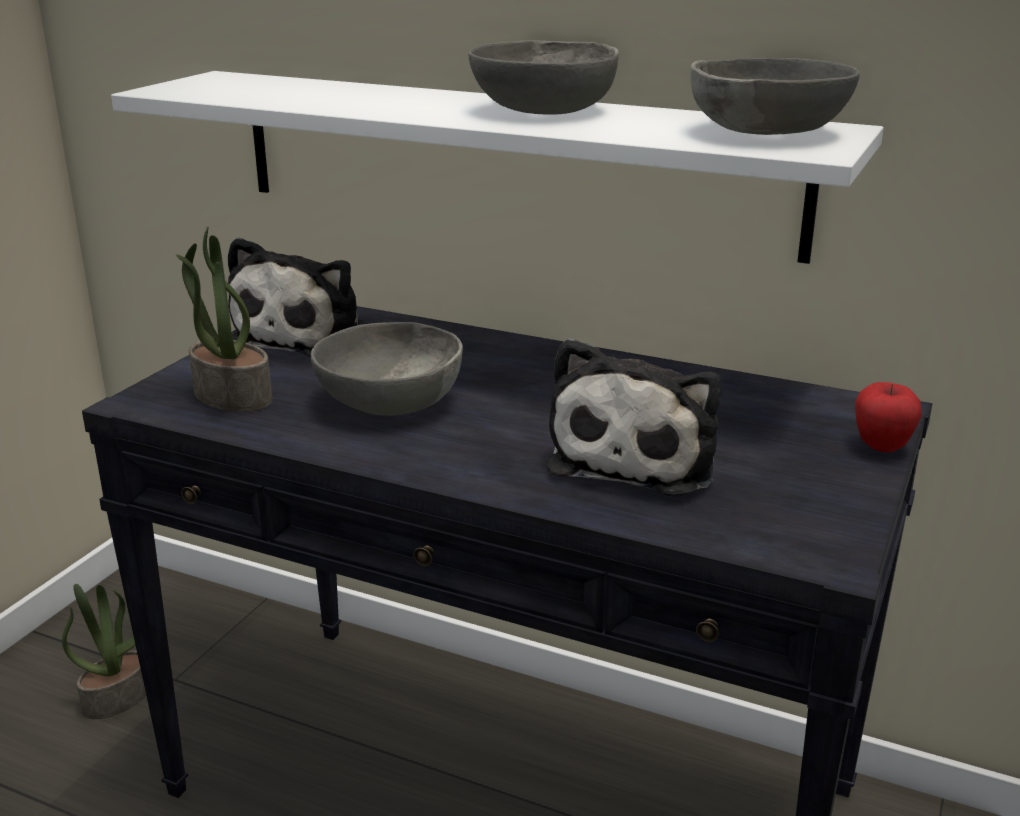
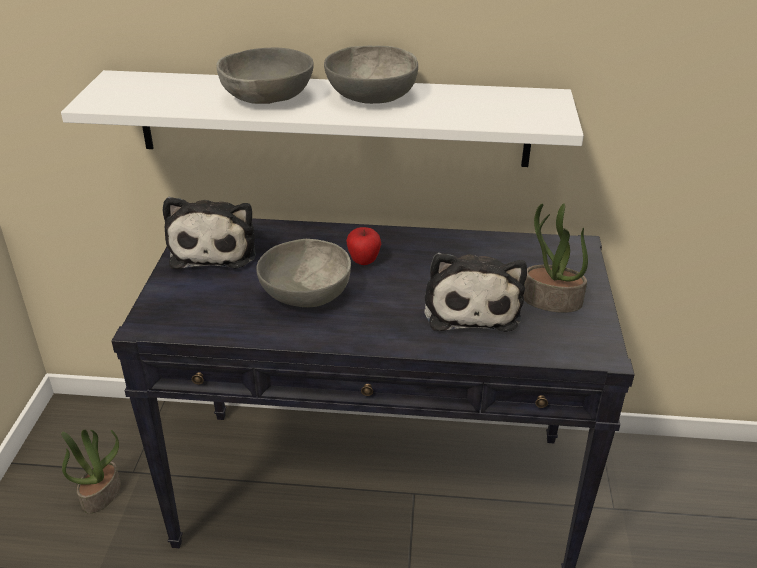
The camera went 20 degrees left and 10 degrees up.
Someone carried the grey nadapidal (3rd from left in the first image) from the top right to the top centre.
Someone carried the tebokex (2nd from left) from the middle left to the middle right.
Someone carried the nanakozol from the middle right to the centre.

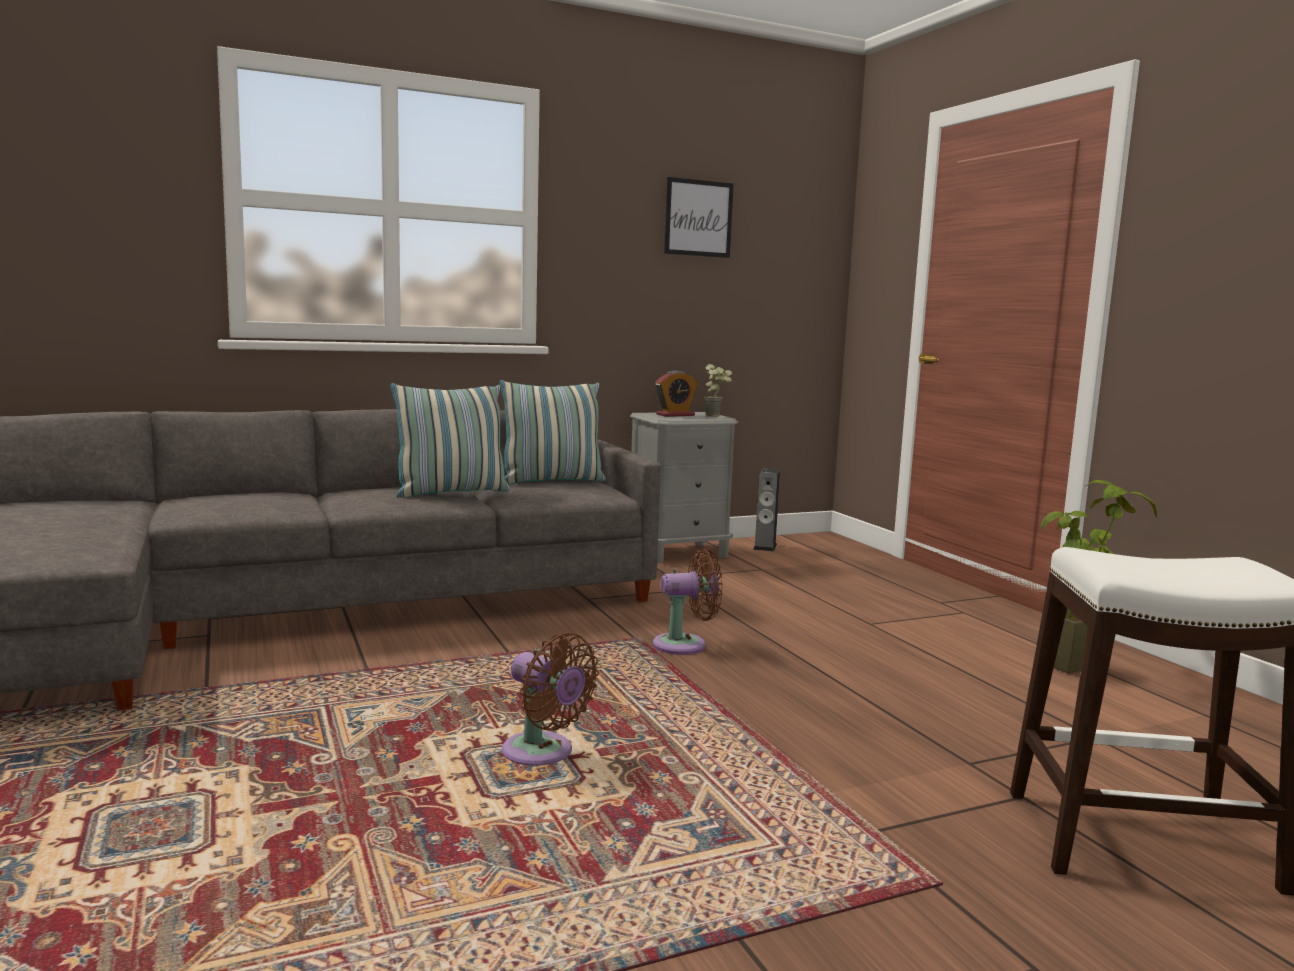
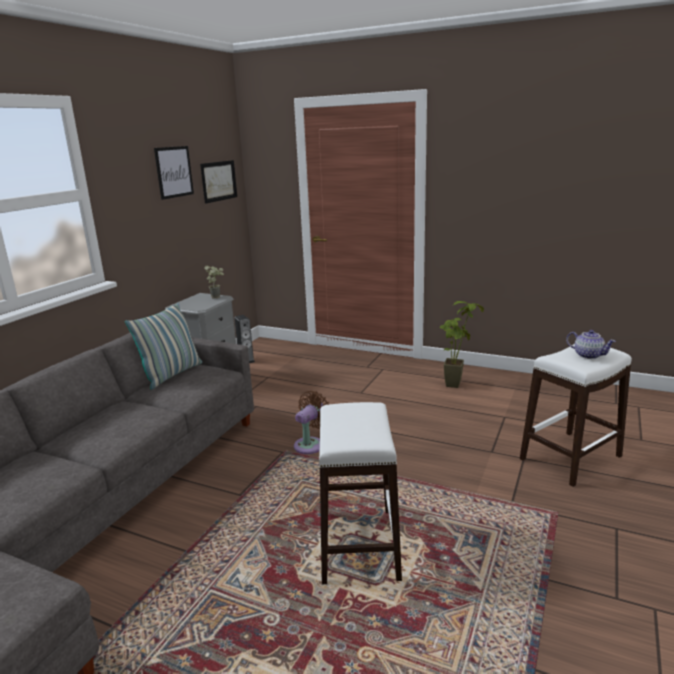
The camera went 40 degrees left and 10 degrees up.
Someone took away the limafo at the centre.
Someone took away the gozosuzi (1st from left) at the centre.
Someone swapped the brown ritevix (1st from left) at the bottom centre for the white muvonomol (1st from left) at the bottom centre.
Someone put up the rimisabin (2nd from left) at the top left.
Someone put down the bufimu at the middle right.

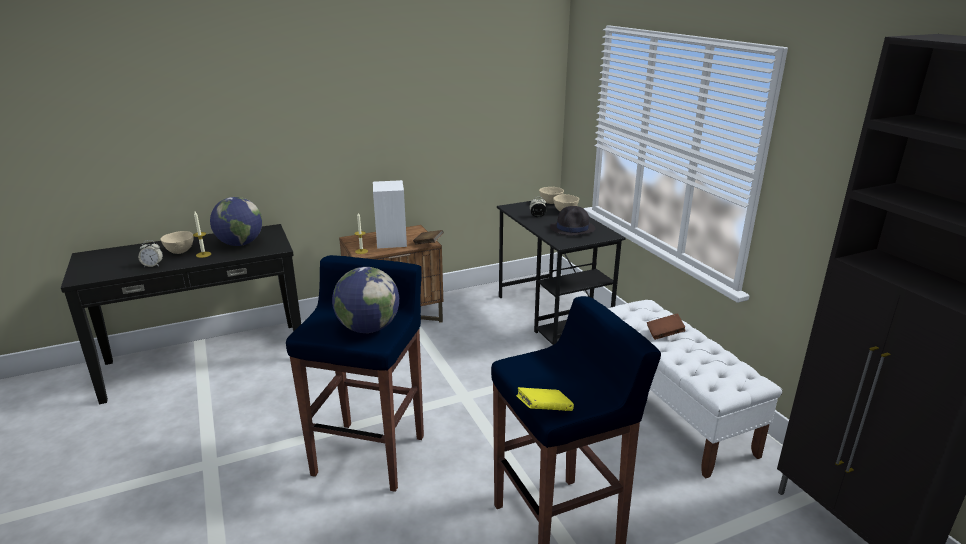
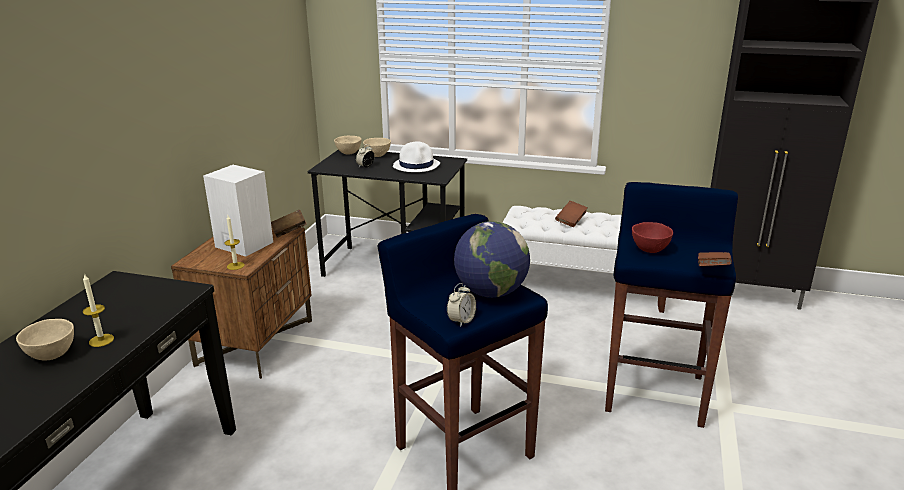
The camera went 50 degrees left and 0 degrees up.
Someone took away the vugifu (1st from left) at the middle left.
Someone repainted the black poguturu at the centre, which became the white poguturu at the top centre.
Someone carried the limafo (1st from left in the first image) from the middle left to the centre.
Someone repainted the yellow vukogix at the bottom centre, which became the brown vukogix (3rd from left) at the middle right.
Someone put down the red nadapidal at the middle right.

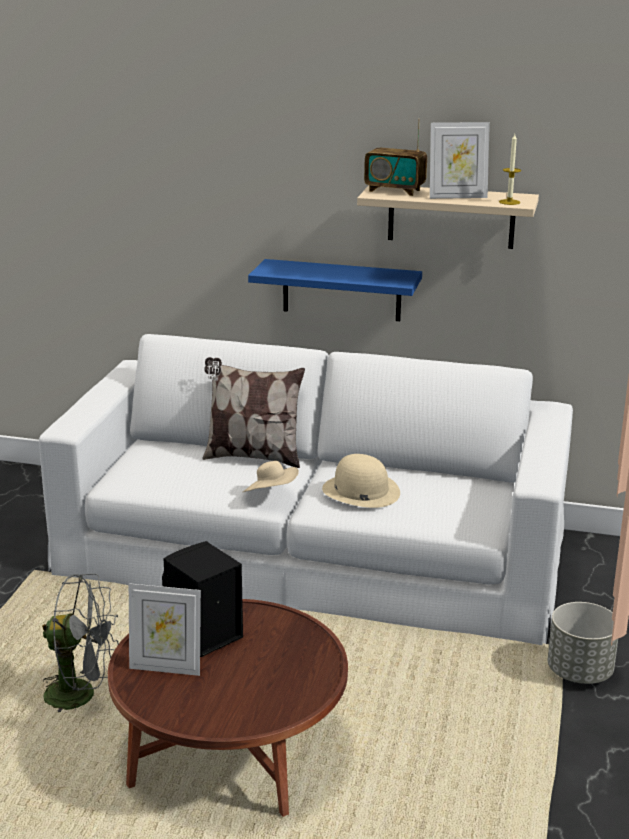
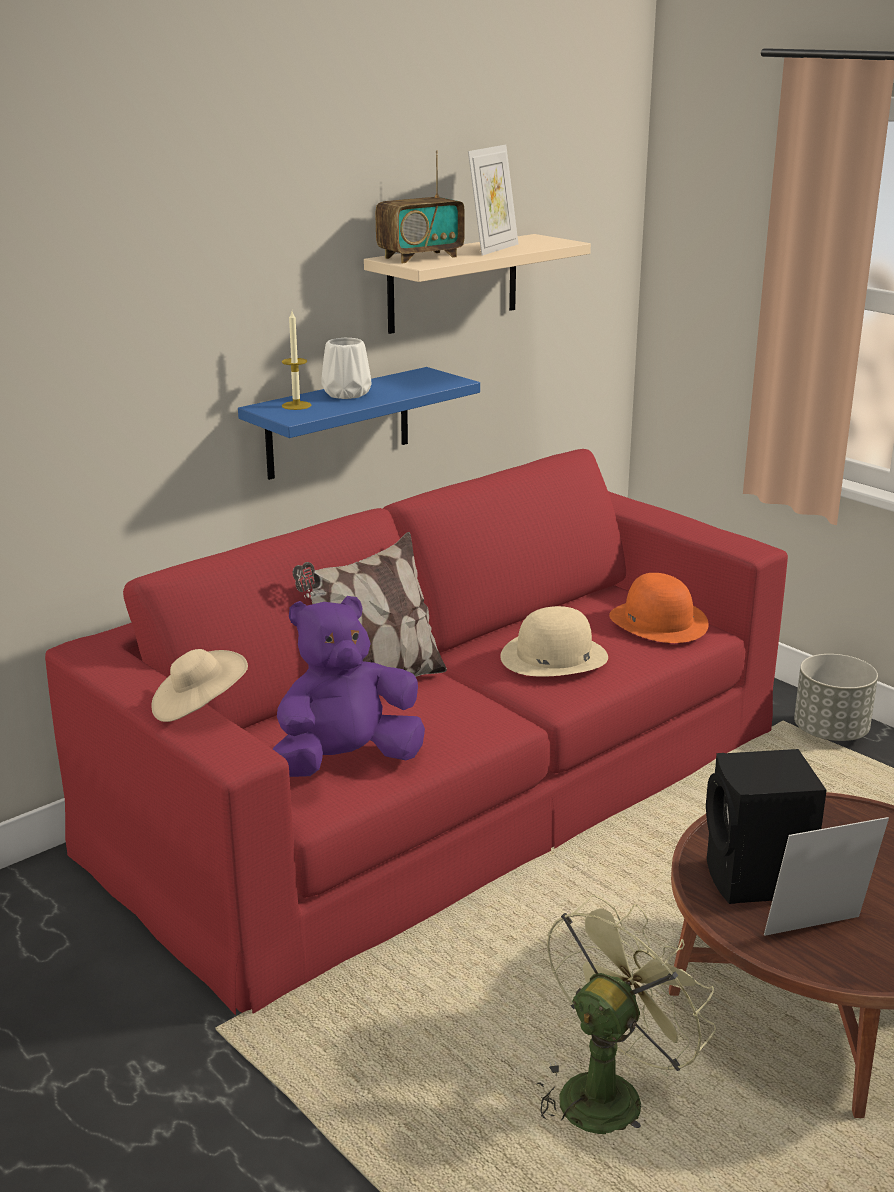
The camera went 55 degrees left and 0 degrees up.
Someone carried the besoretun from the top right to the top left.
Someone repainted the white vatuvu at the centre, which became the red vatuvu at the centre.
Someone carried the beige poguturu (1st from left) from the centre to the middle left.
Someone repainted the grey ritevix at the bottom left, which became the green ritevix at the bottom right.
Someone rotated the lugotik (1st from left in the first image) at the bottom left by 150 degrees counterclockwise.
Someone put down the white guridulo at the top centre.
Someone put down the orange poguturu at the middle right.
Someone put down the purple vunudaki at the centre.

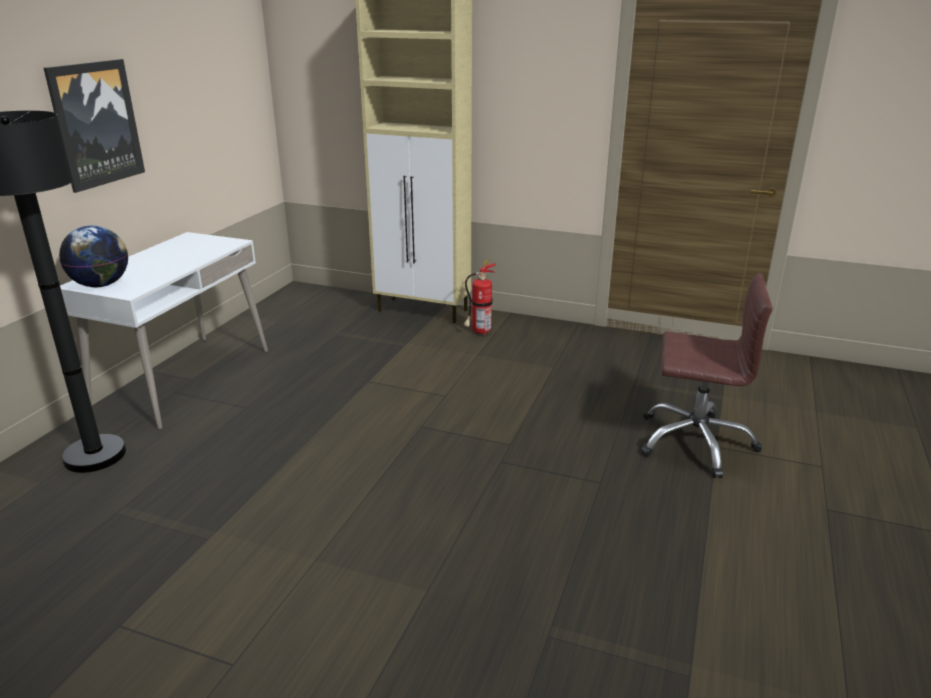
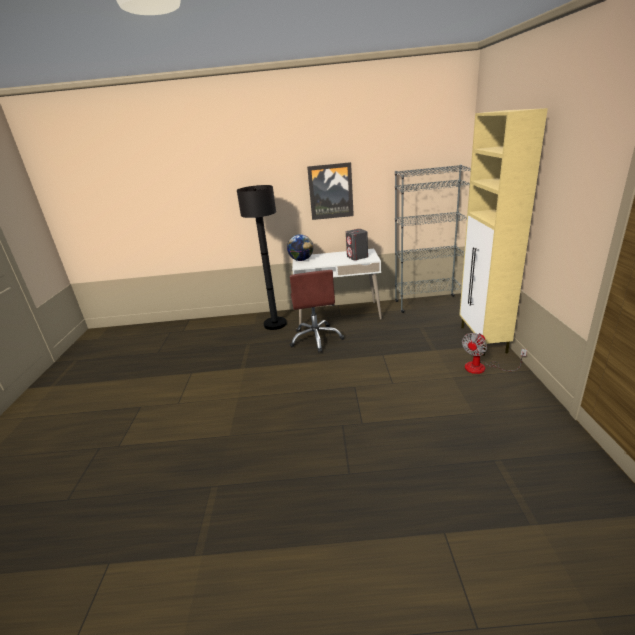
The camera went 70 degrees right and 0 degrees up.
Someone swapped the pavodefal at the centre for the ritevix at the middle right.
Someone carried the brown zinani from the middle right to the centre.
Someone put down the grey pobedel at the middle right.
Someone put down the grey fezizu at the centre.

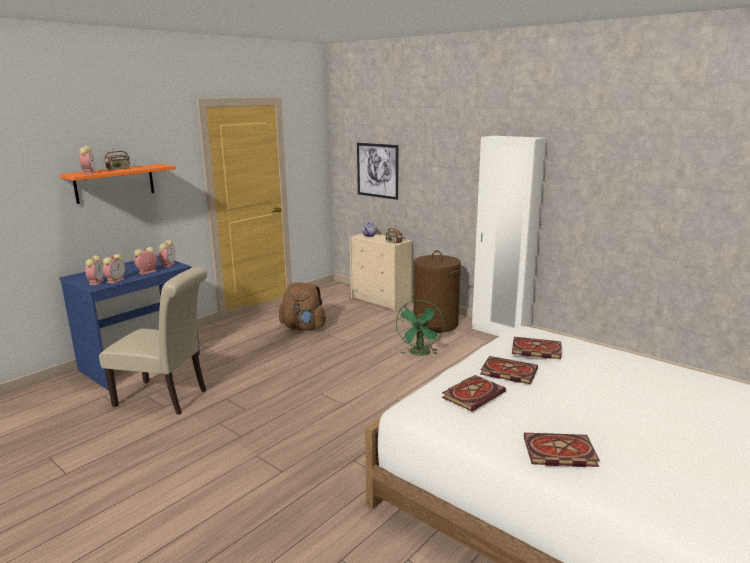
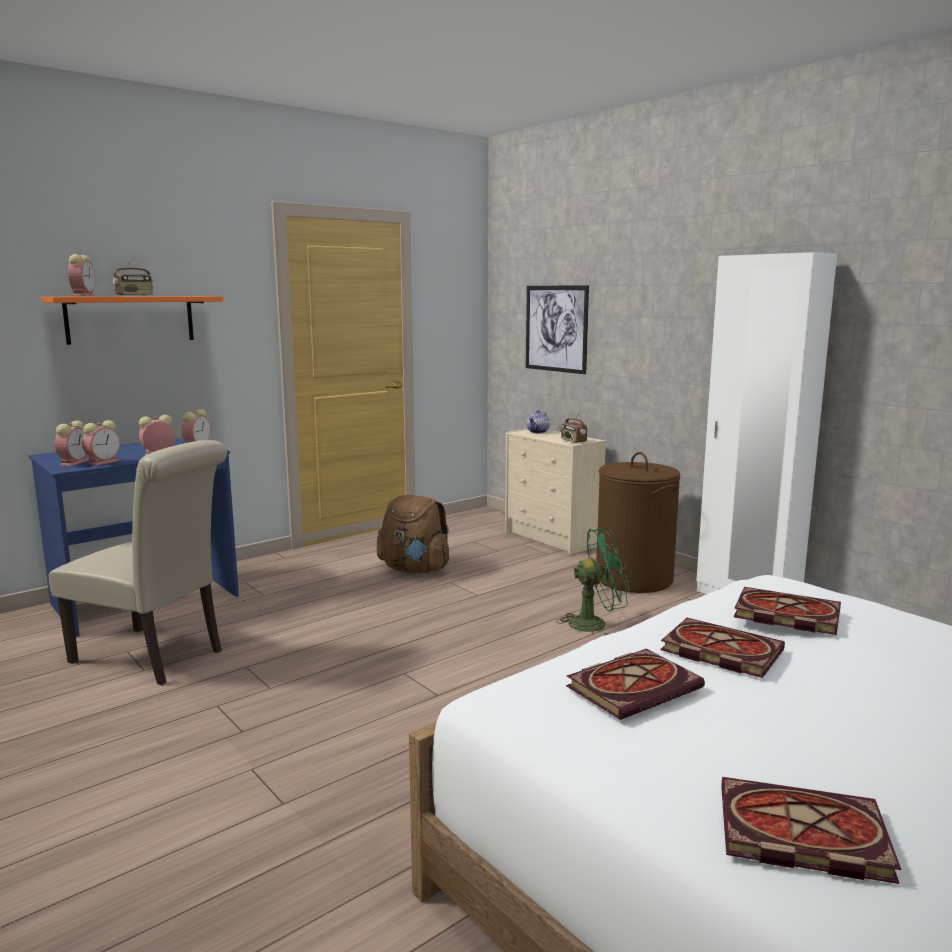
The camera went 10 degrees right and 5 degrees down.
Someone rotated the green ritevix at the centre by 120 degrees counterclockwise.

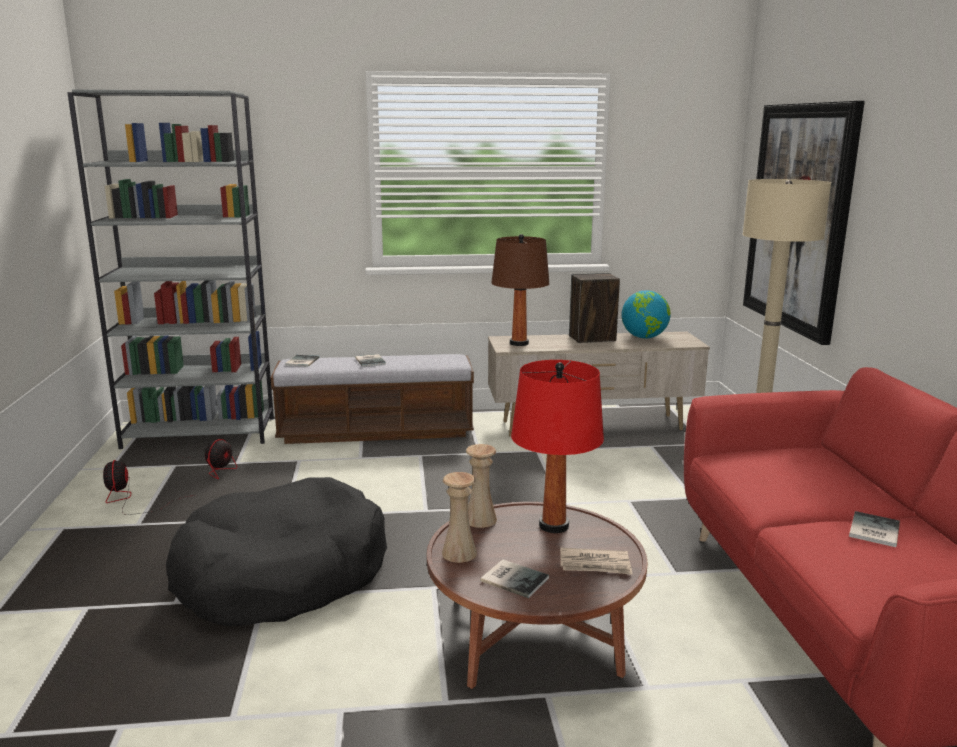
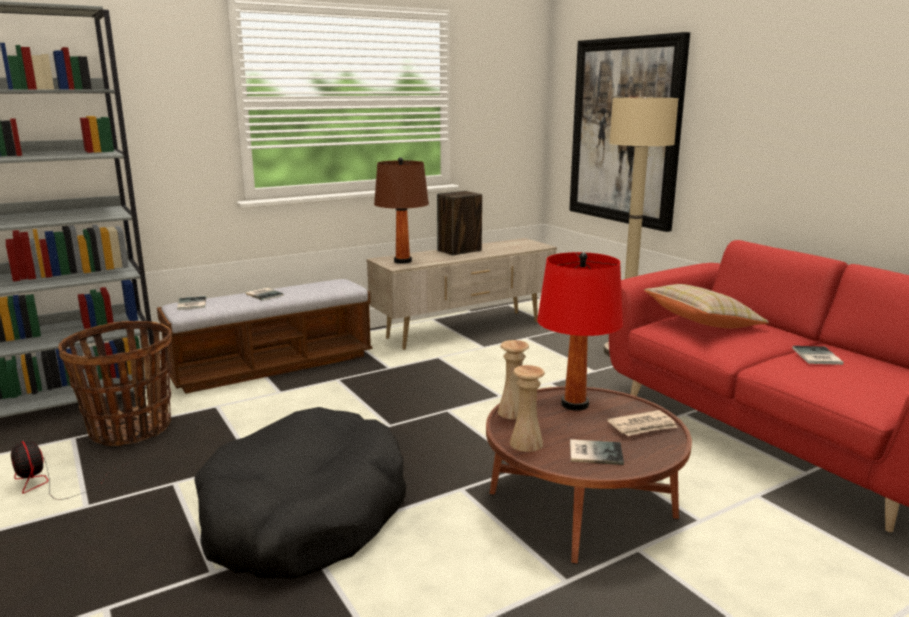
The camera went 25 degrees left and 0 degrees up.
Someone took away the vugifu at the middle right.
Someone swapped the ritevix (2nd from left) at the middle left for the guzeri at the middle left.
Someone put down the beige gozosuzi at the middle right.

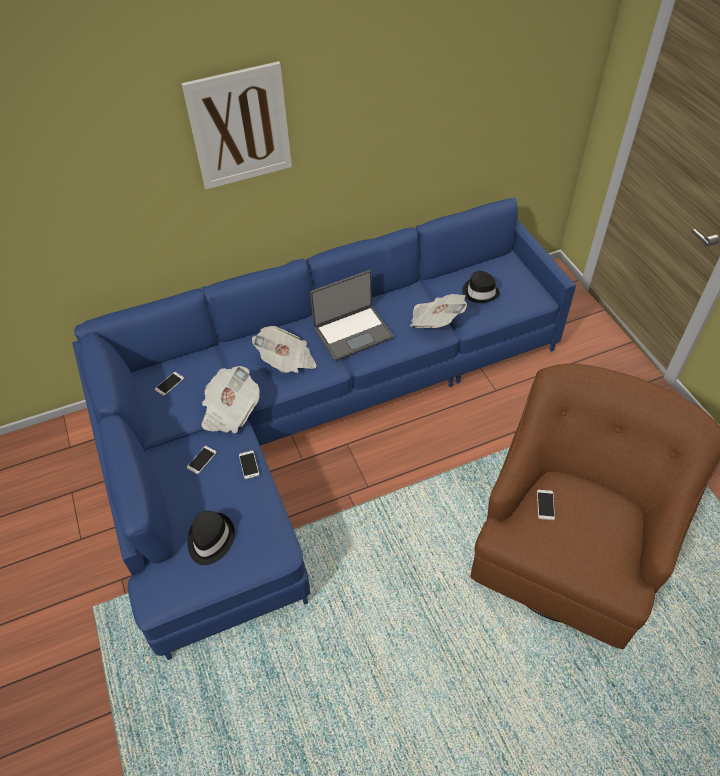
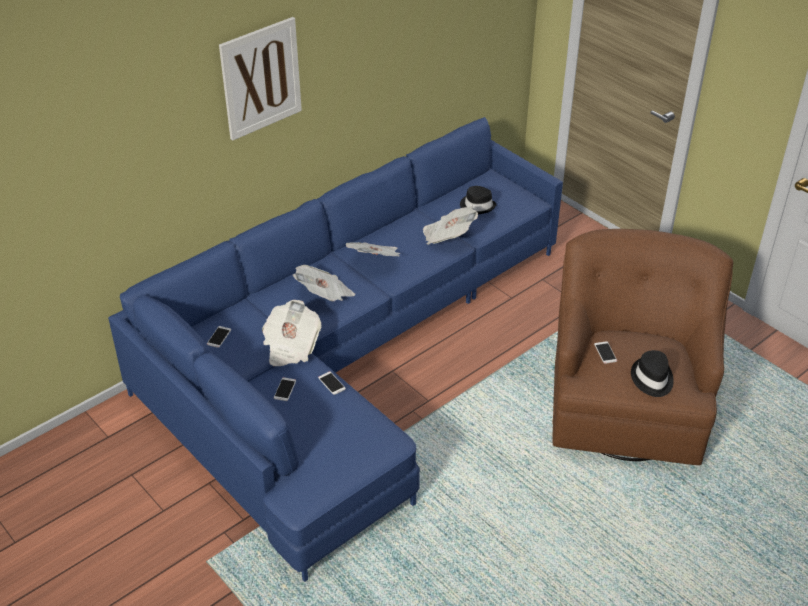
The camera went 20 degrees left and 10 degrees down.
Someone swapped the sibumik at the centre for the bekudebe (3rd from left) at the centre.
Someone carried the black poguturu (1st from left in the first image) from the bottom left to the middle right.

